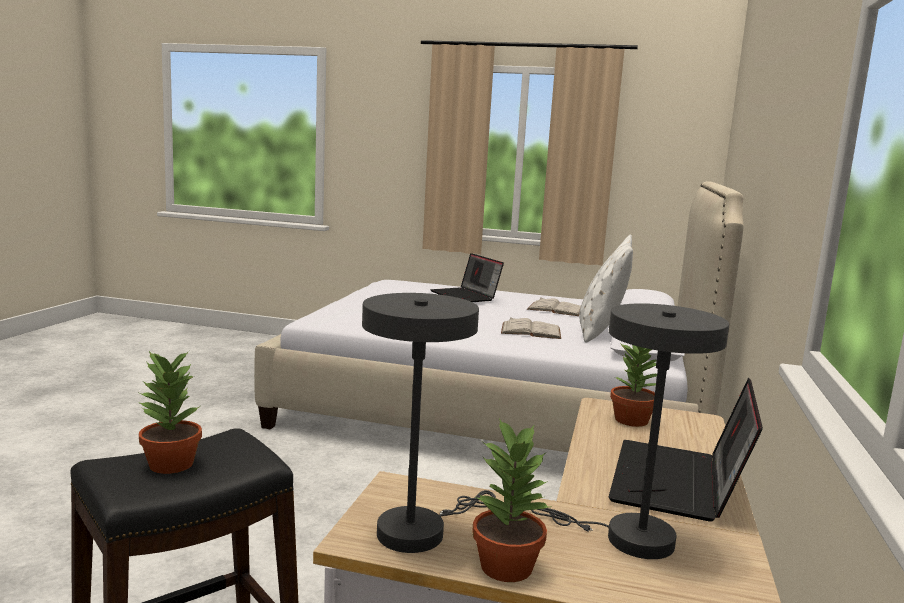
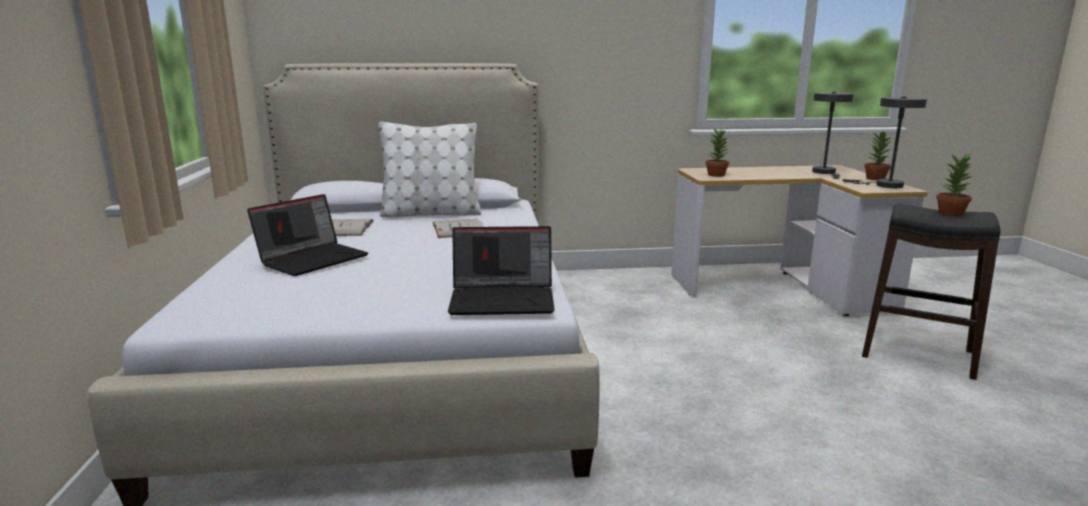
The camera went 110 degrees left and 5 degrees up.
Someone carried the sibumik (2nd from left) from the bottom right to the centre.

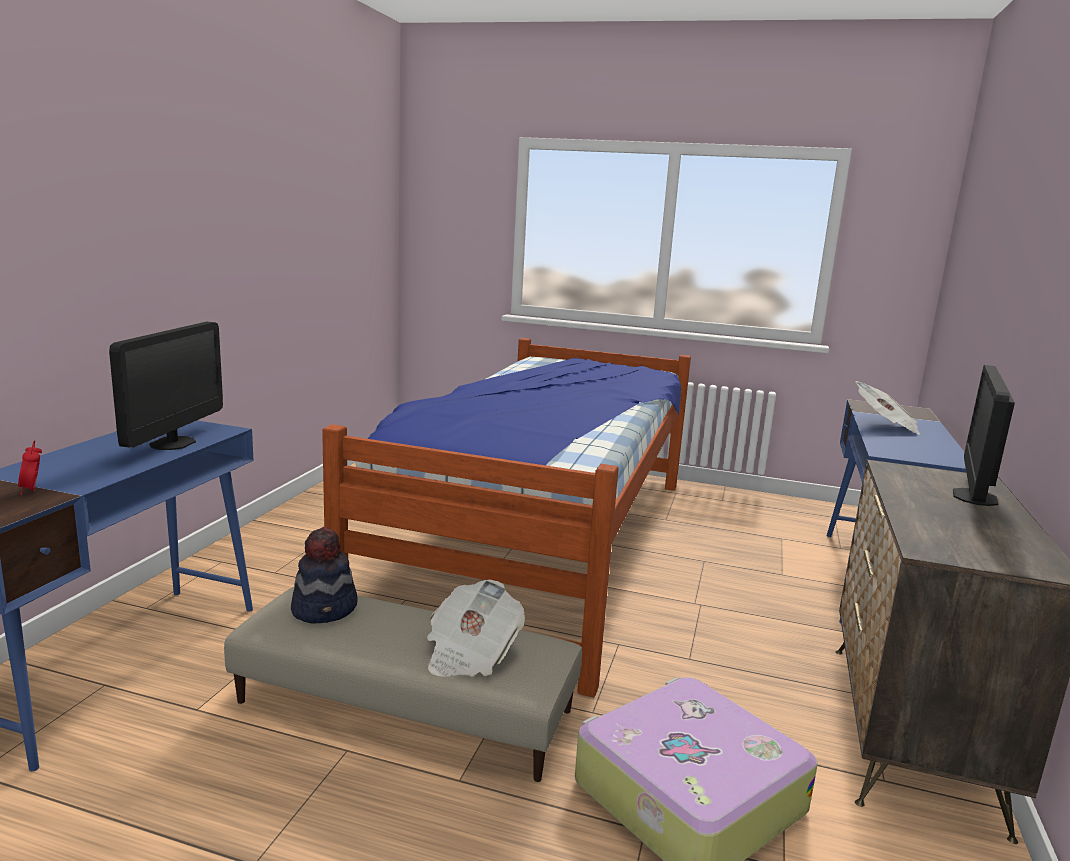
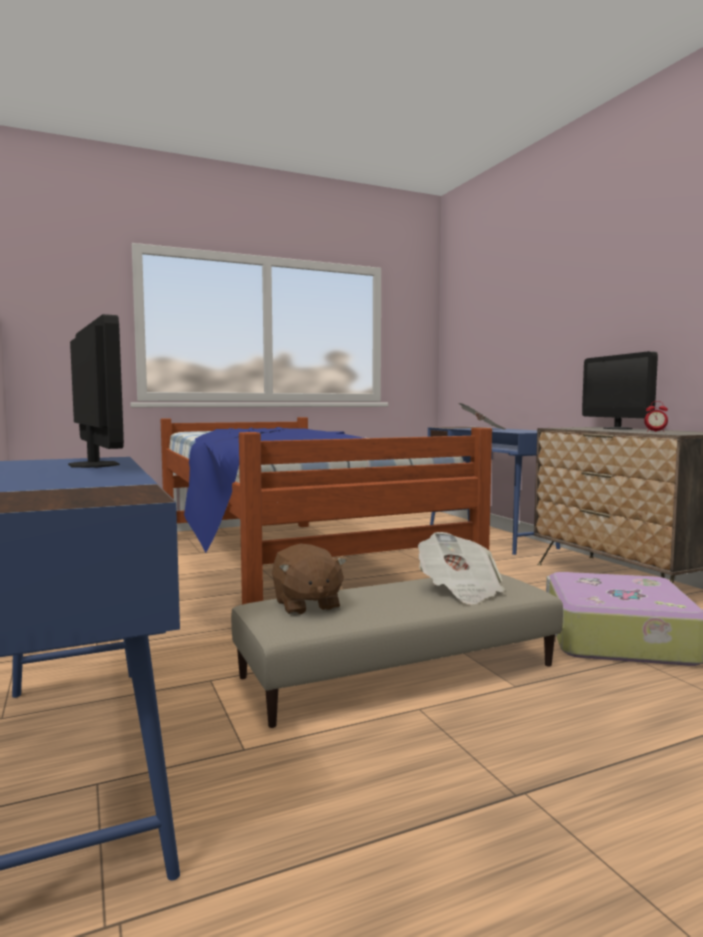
The camera went 40 degrees left and 10 degrees down.
Someone carried the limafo from the middle left to the middle right.
Someone swapped the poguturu at the bottom left for the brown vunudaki at the centre.

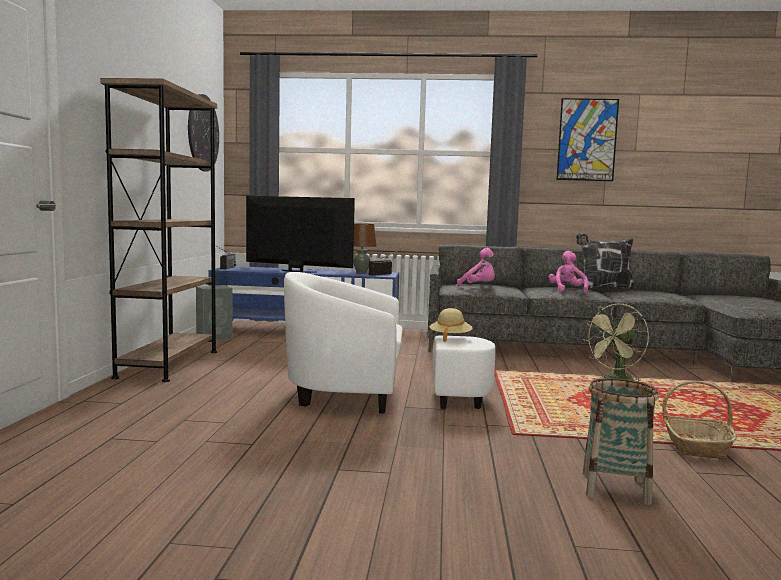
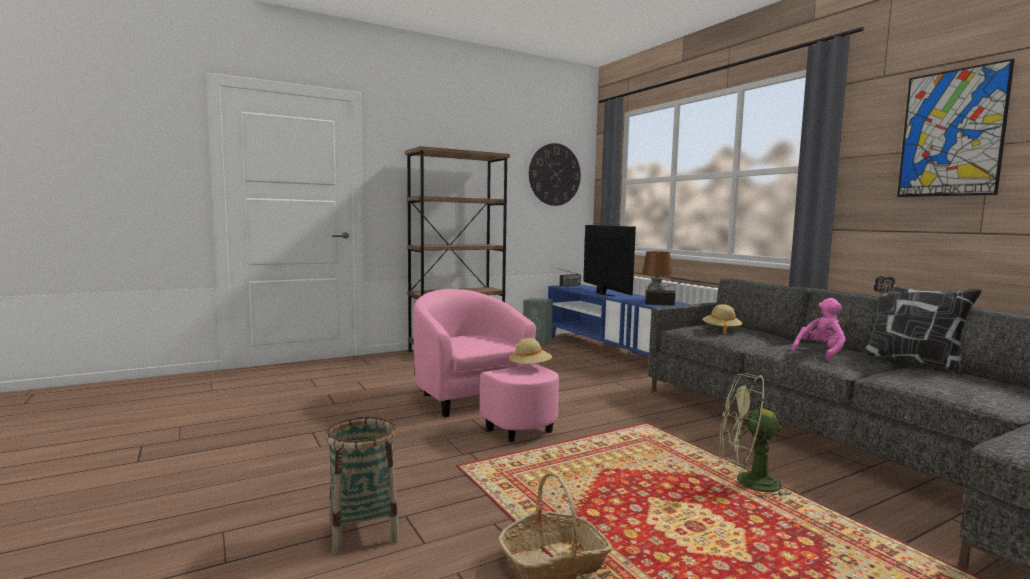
The camera went 55 degrees right and 0 degrees up.
Someone swapped the pink vunudaki (1st from left) at the centre for the beige poguturu (2nd from left) at the middle right.
Someone repainted the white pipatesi at the centre, which became the pink pipatesi at the centre.

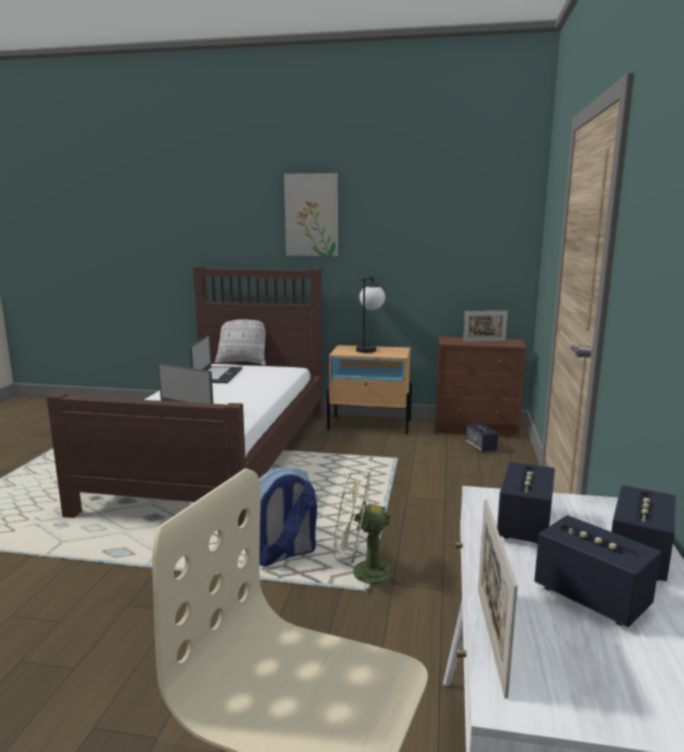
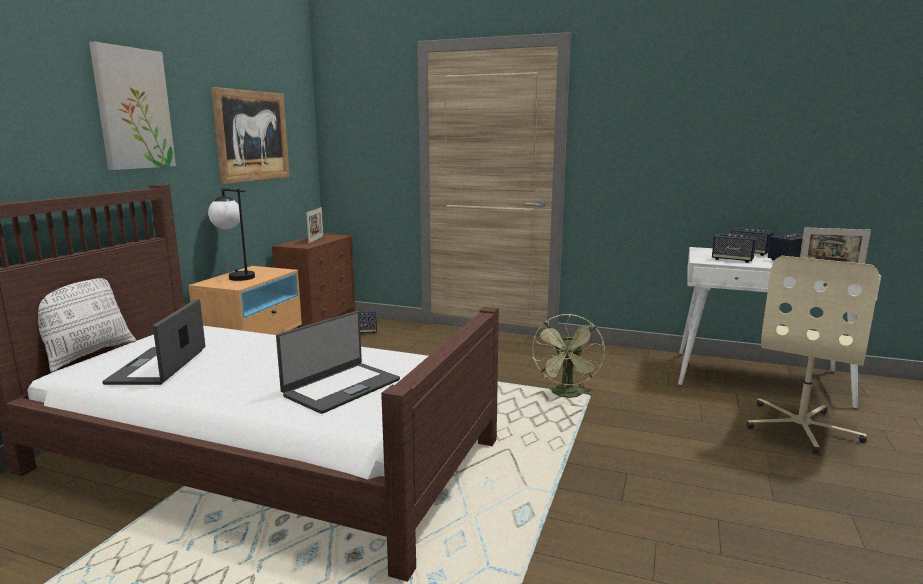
The camera went 80 degrees left and 0 degrees up.
Someone rotated the sibumik (2nd from left in the first image) at the middle left by 105 degrees counterclockwise.
Someone took away the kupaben at the bottom centre.
Someone put up the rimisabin (2nd from left) at the top left.

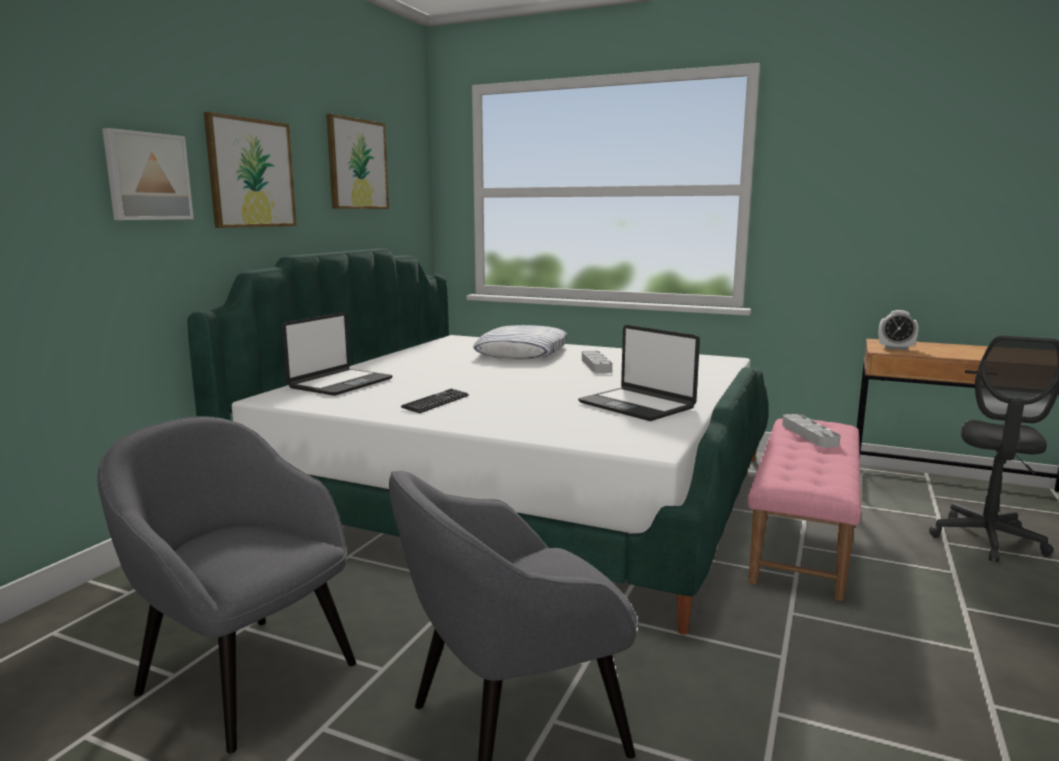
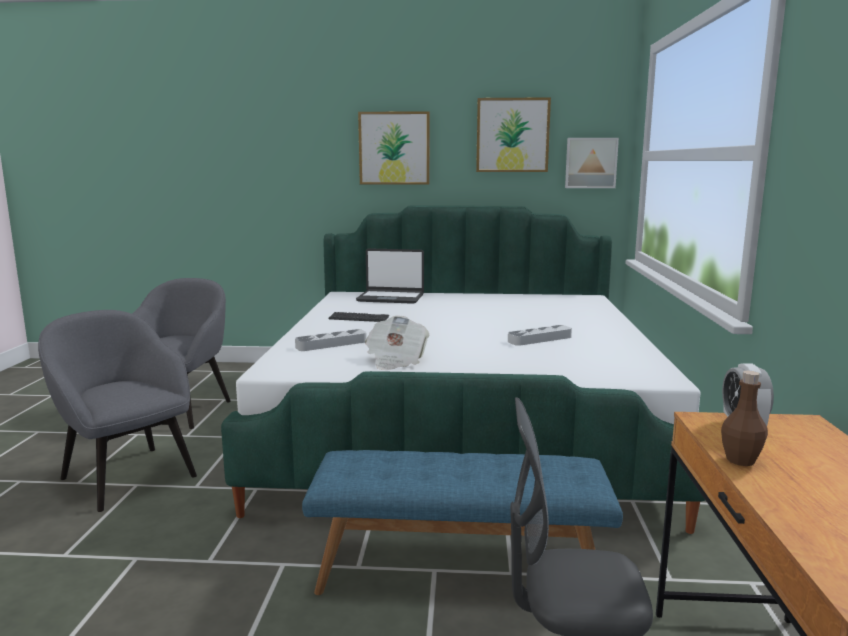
The camera went 70 degrees right and 0 degrees up.
Someone carried the rimisabin (1st from left in the first image) from the top left to the top right.
Someone took away the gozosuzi at the centre.
Someone swapped the sibumik (2nd from left) at the centre for the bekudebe at the centre.
Someone carried the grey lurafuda (2nd from left in the first image) from the middle right to the centre.
Someone repainted the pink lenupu at the bottom right, which became the blue lenupu at the bottom centre.
Someone put down the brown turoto at the middle right.

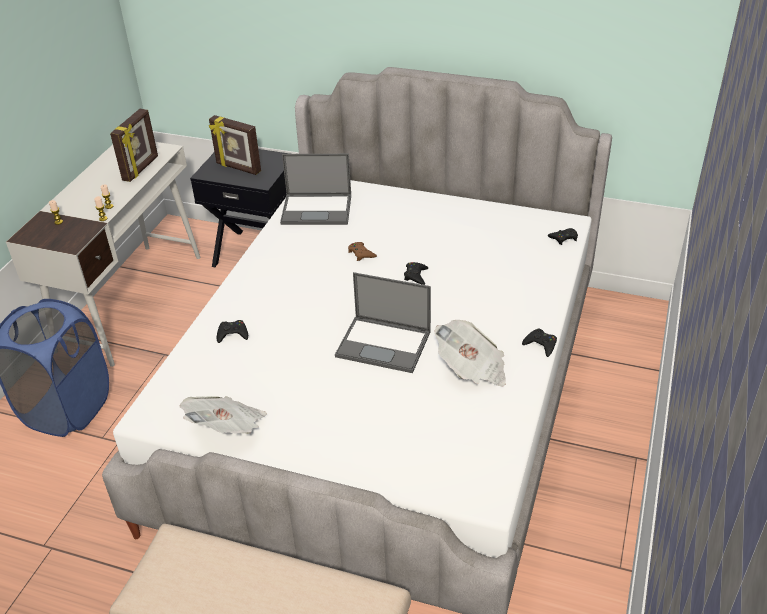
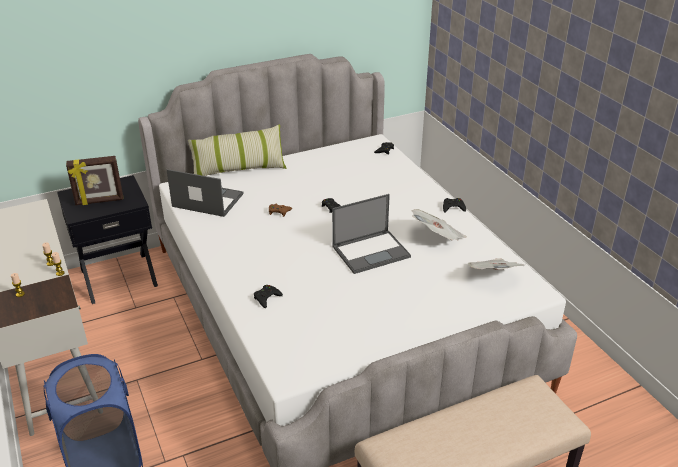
The camera went 45 degrees left and 5 degrees down.
Someone took away the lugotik (1st from left) at the top left.
Someone rotated the sibumik (1st from left) at the top centre by 120 degrees counterclockwise.
Someone carried the bekudebe (1st from left in the first image) from the bottom left to the middle right.
Someone put down the gozosuzi at the top centre.

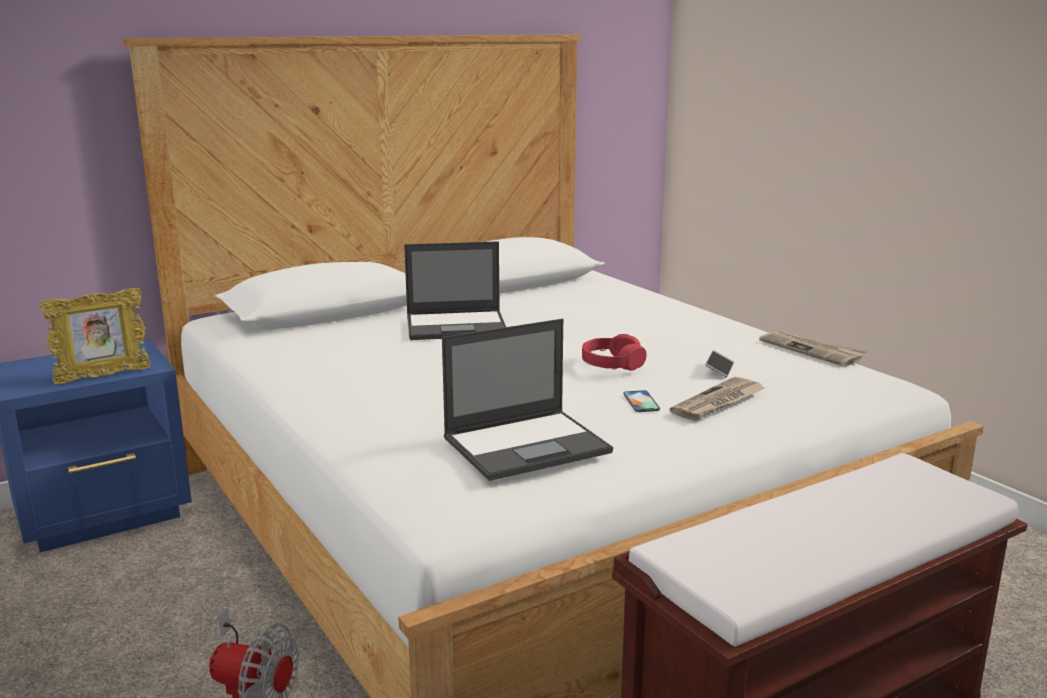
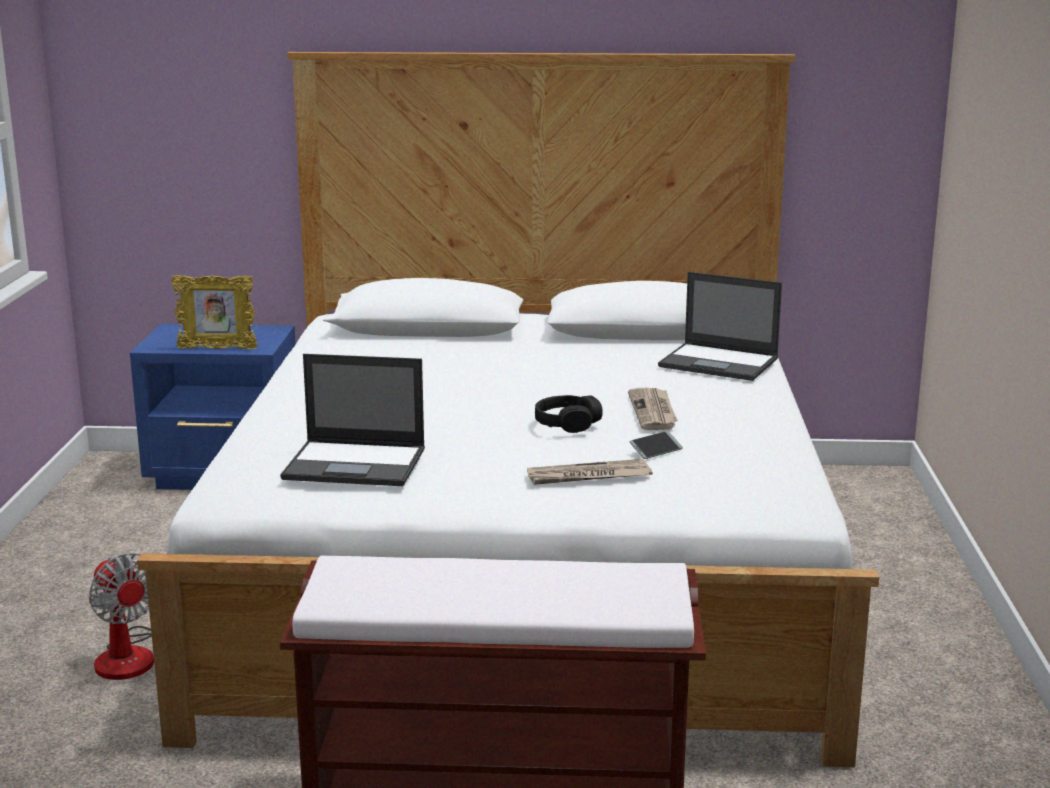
The camera went 35 degrees right and 0 degrees up.
Someone carried the sibumik (1st from left in the first image) from the centre to the middle right.
Someone carried the bekudebe (2nd from left) from the middle right to the centre.
Someone repainted the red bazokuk at the centre, which became the black bazokuk at the centre.
Someone took away the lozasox (1st from left) at the centre.

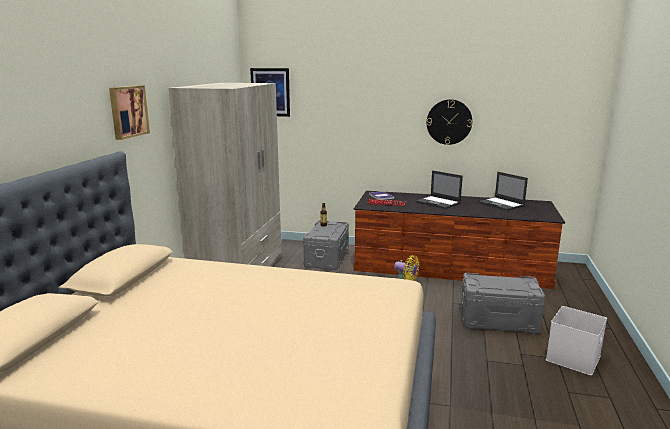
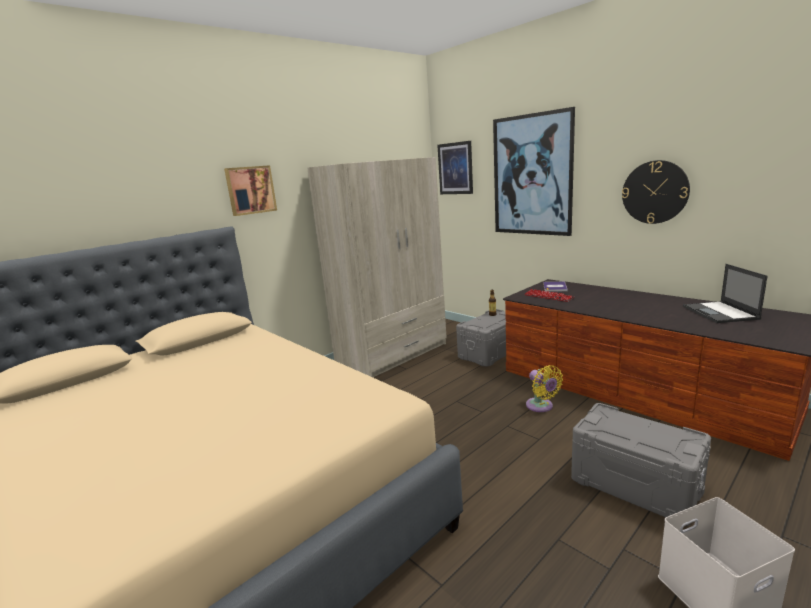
The camera went 35 degrees right and 0 degrees up.
Someone took away the sibumik (1st from left) at the centre.
Someone put up the rimisabin (3rd from left) at the top centre.

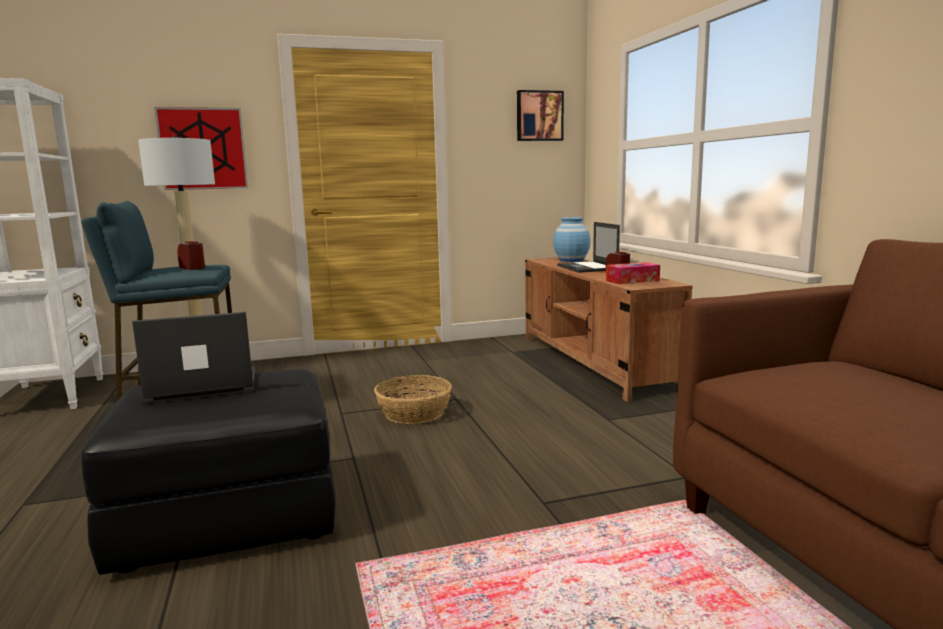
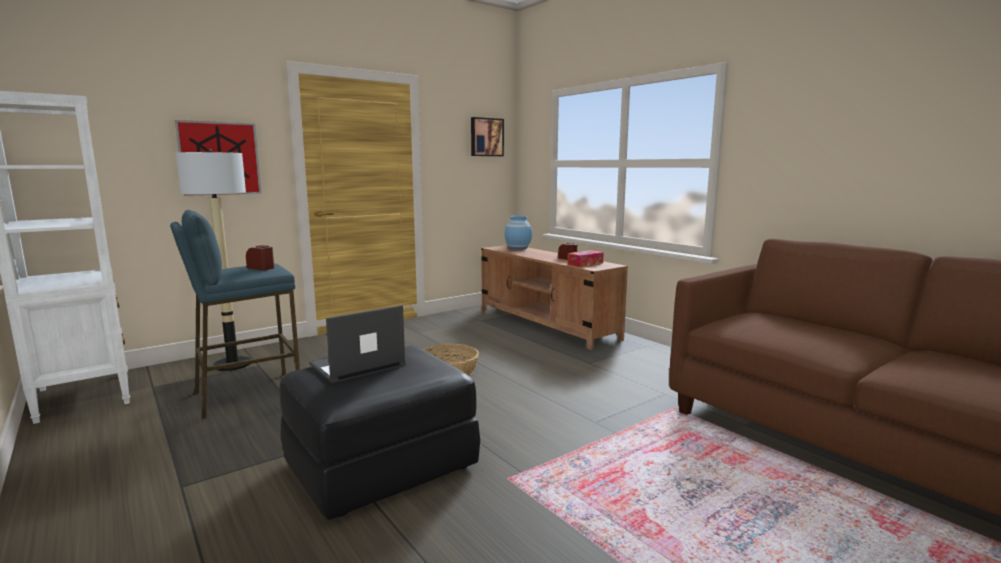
The camera went 20 degrees left and 0 degrees up.
Someone took away the sibumik (2nd from left) at the centre.

